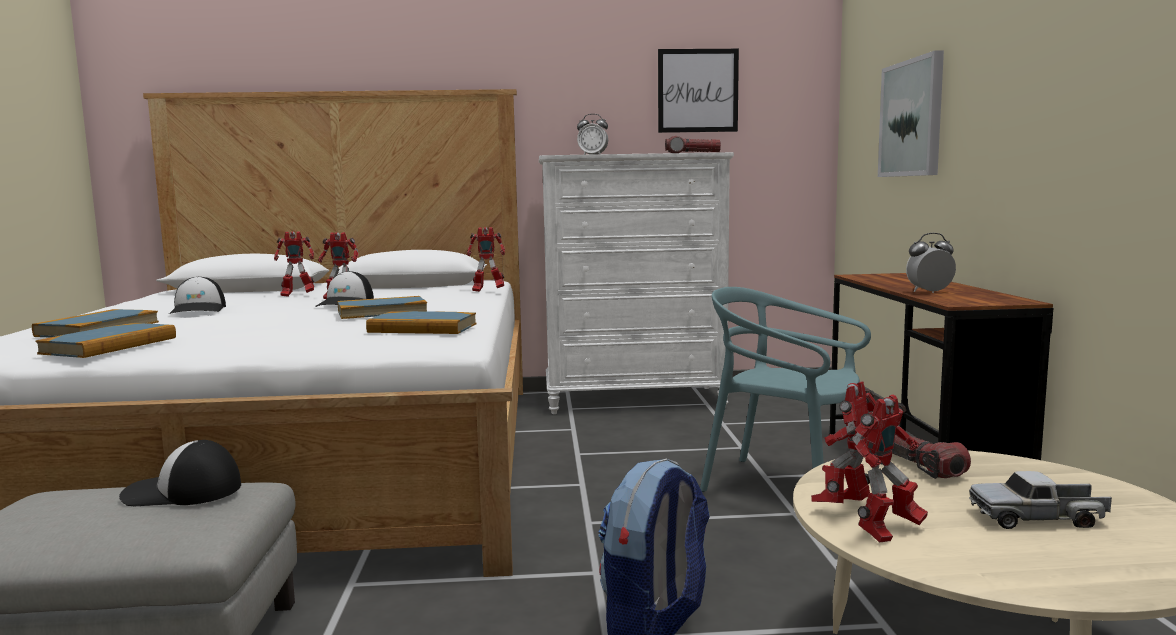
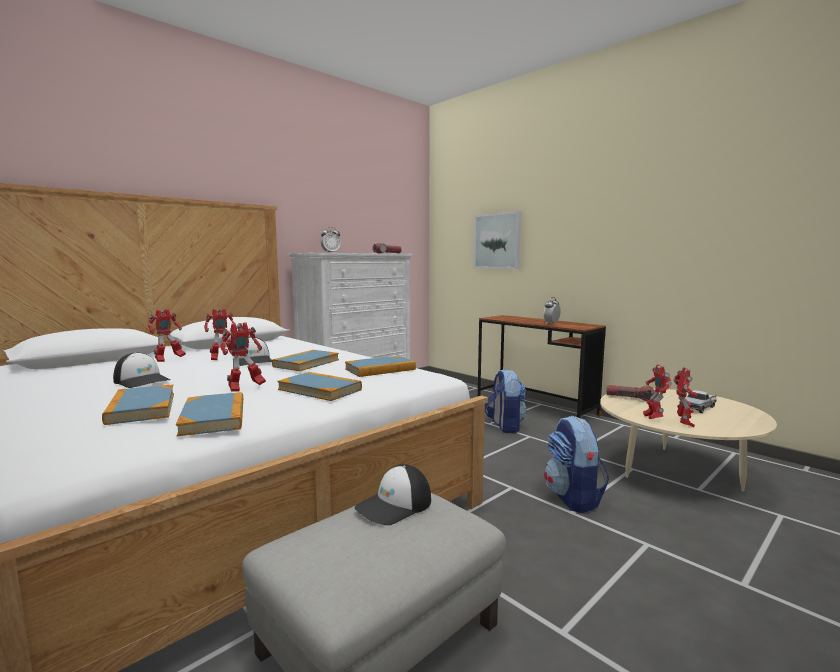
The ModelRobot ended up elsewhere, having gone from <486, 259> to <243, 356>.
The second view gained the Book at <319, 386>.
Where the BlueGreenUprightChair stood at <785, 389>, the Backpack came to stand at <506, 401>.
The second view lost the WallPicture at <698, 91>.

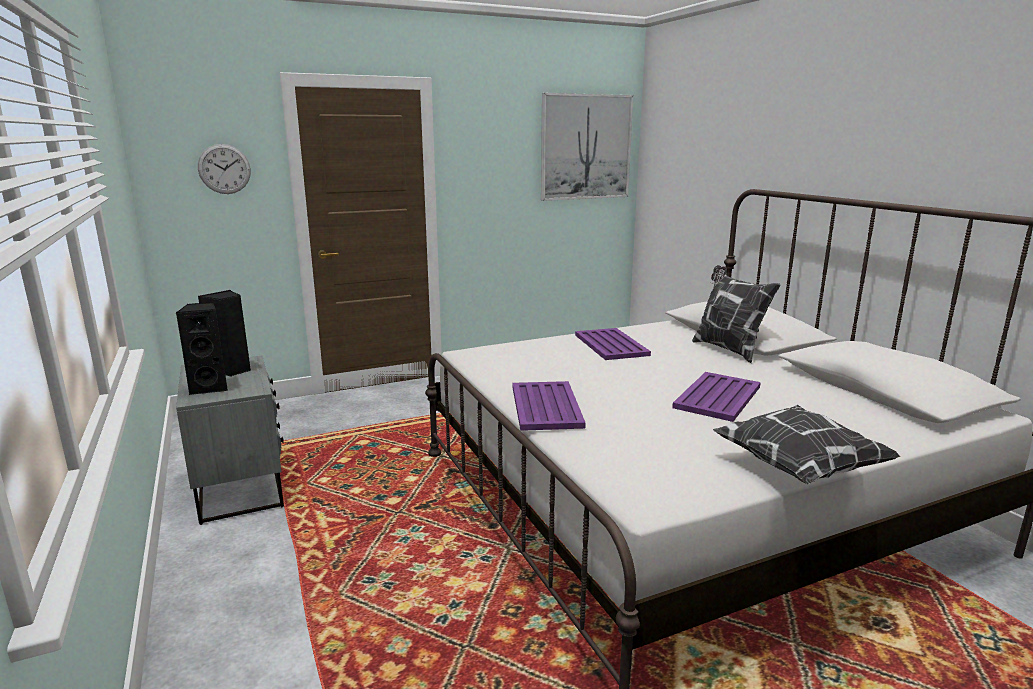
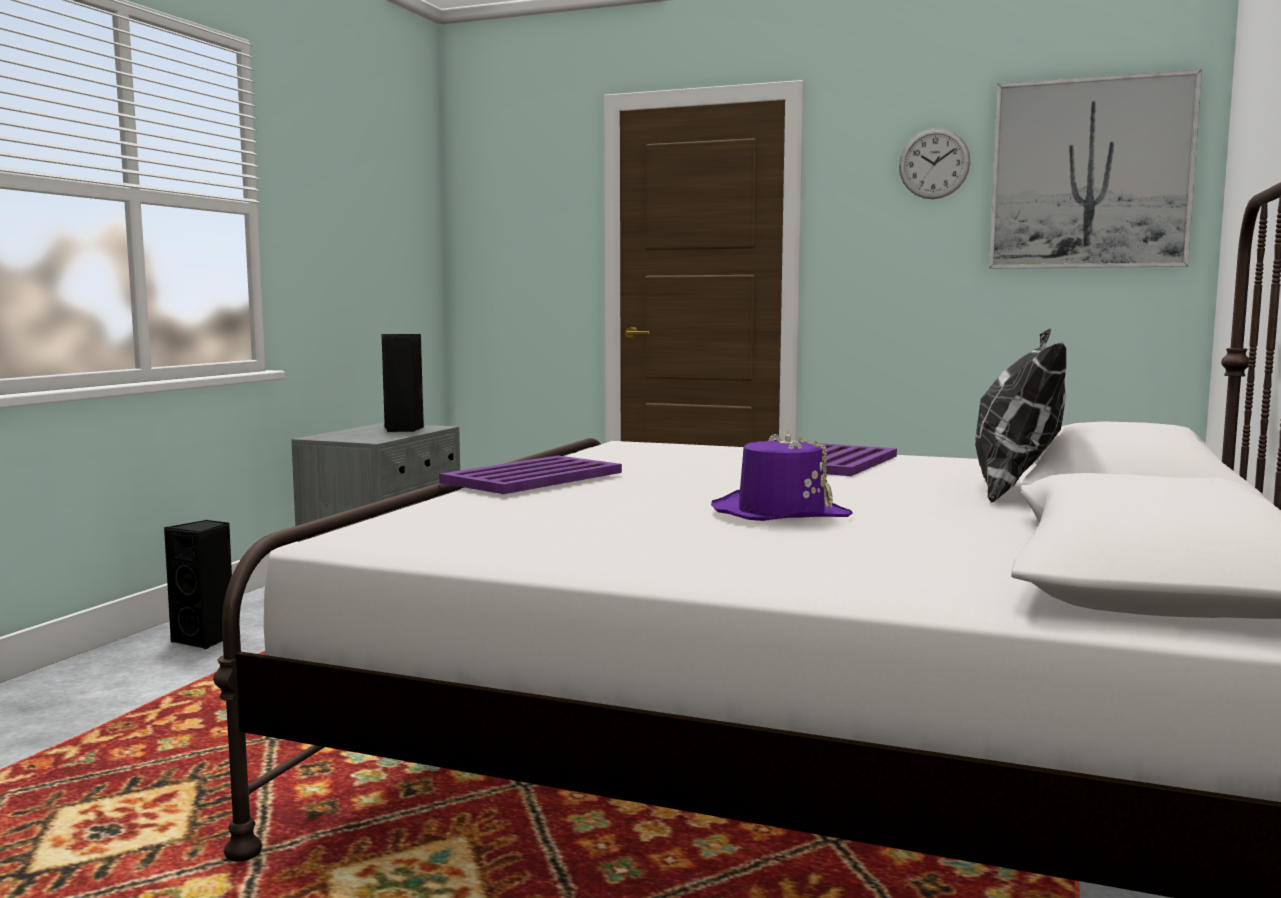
The BlackColouredLoudspeaker ended up elsewhere, having gone from <201, 348> to <198, 585>.
Where the PurplishServingTray stood at <716, 397>, the PurplishClothingHat came to stand at <782, 475>.
The HangingClock ended up elsewhere, having gone from <224, 169> to <935, 163>.
The second view lost the Pillow at <807, 444>.

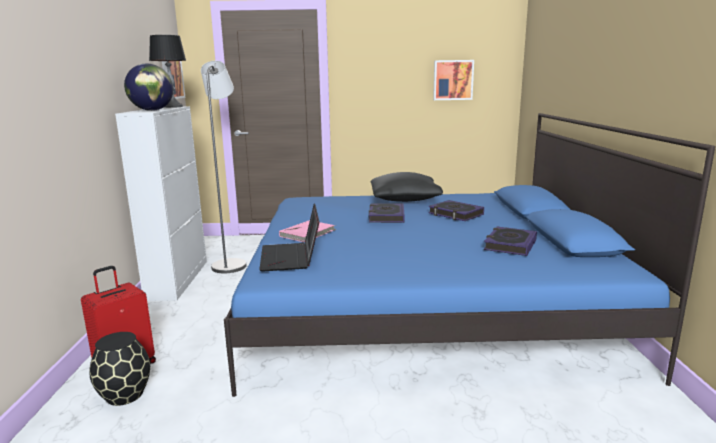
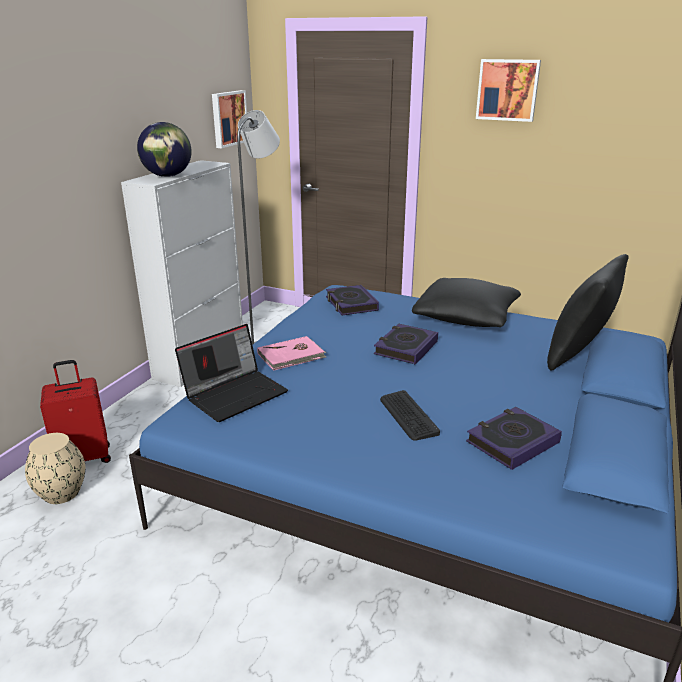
What was the BlackColouredFlowerVase at <119, 369> turned into the SandColouredFlowerVase at <55, 468>.
The PortableComputer at <289, 238> ended up facing another way, 150 degrees counterclockwise from before.
The Book ended up elsewhere, having gone from <456, 210> to <352, 300>.
The second view gained the PcKeyboard at <410, 415>.
The WallPicture ended up elsewhere, having gone from <453, 80> to <508, 90>.
The second view gained the BlackColouredPillow at <588, 312>.
The second view lost the LampForATable at <167, 71>.

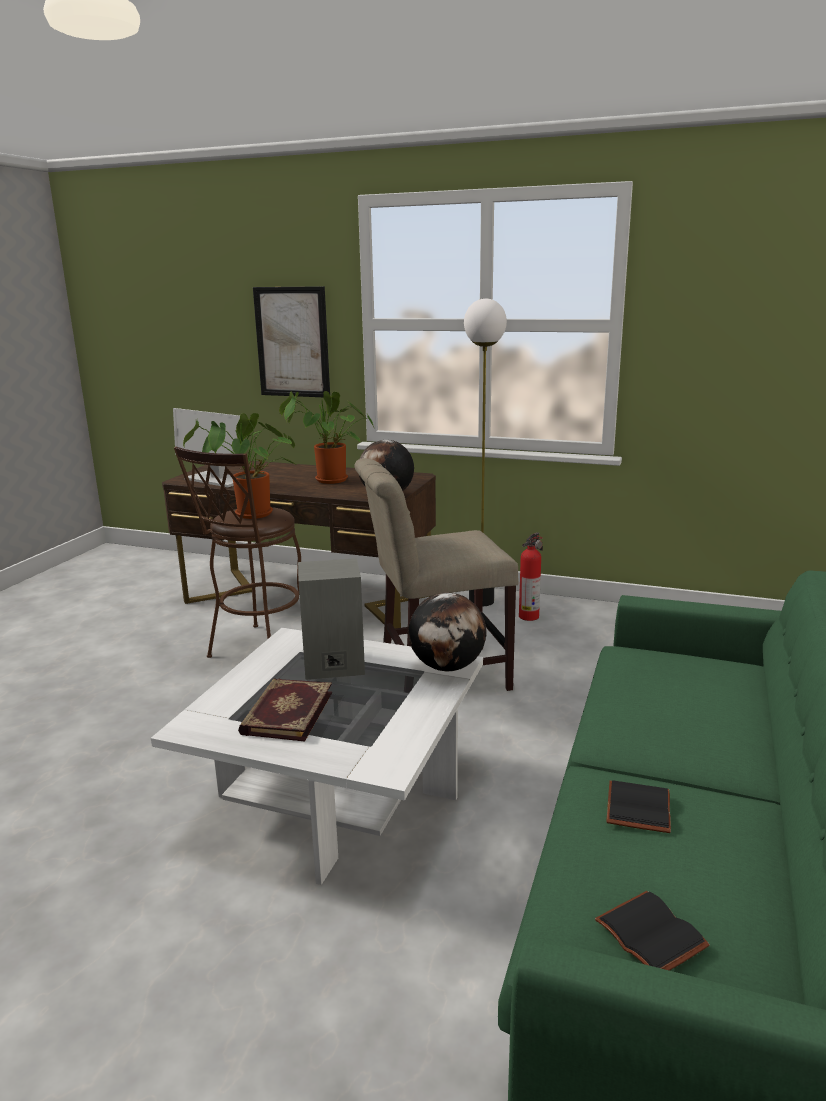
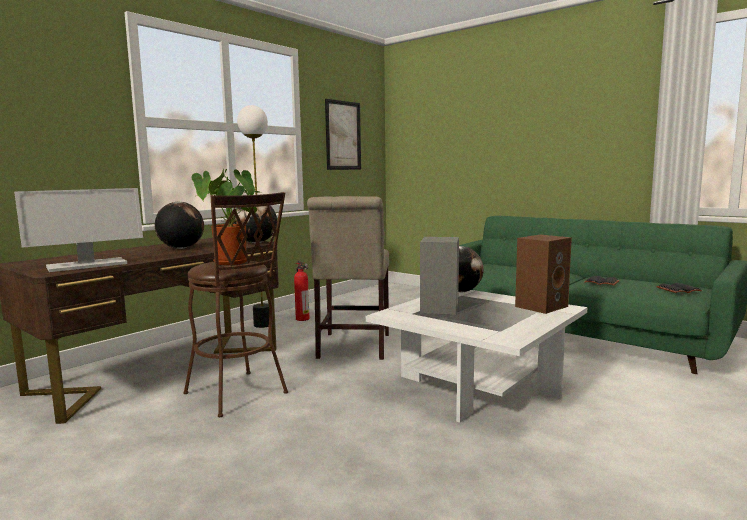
Where the PlantInAPot stood at <326, 437>, the DeskGlobe came to stand at <179, 225>.
The WallPicture ended up elsewhere, having gone from <291, 341> to <343, 134>.
The second view gained the BrownLoudspeaker at <543, 274>.
The second view lost the Book at <285, 710>.

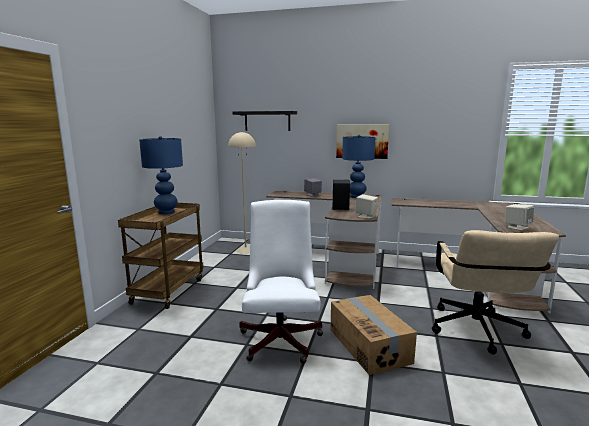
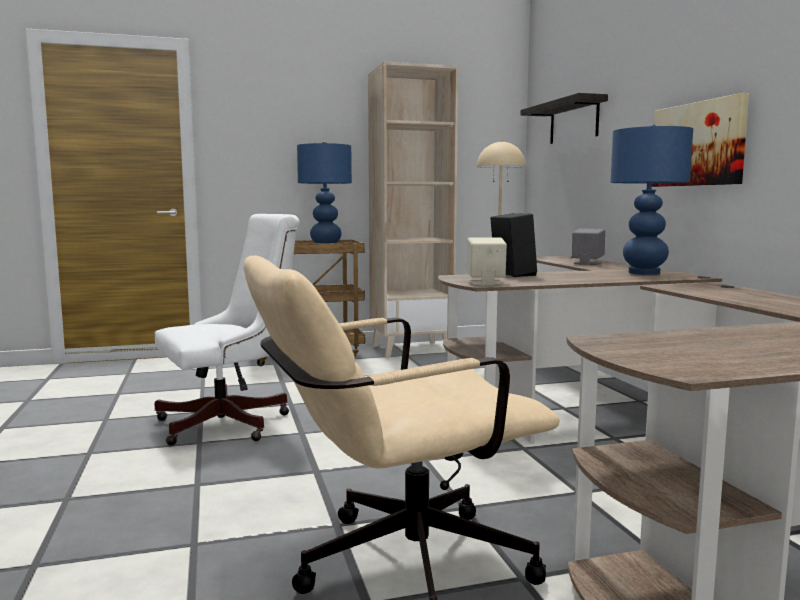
The second view gained the SandColouredShelvingUnit at <413, 210>.
The second view lost the PackingBox at <374, 335>.
The second view lost the SandColouredLoudspeaker at <519, 217>.

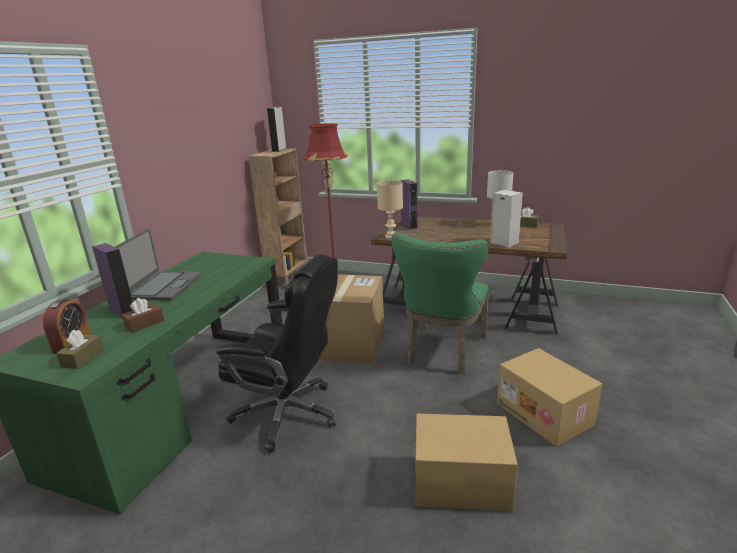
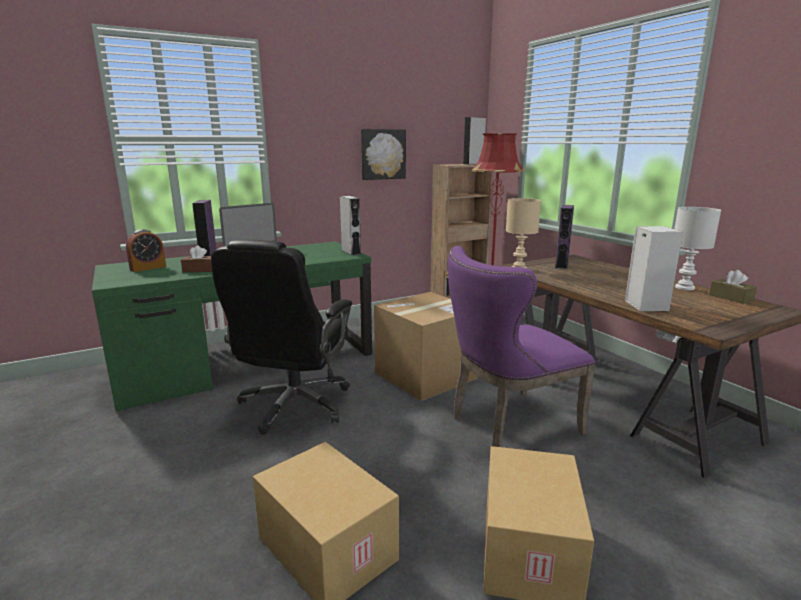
The BlackColouredComputerChair at <277, 354> ended up facing another way, 45 degrees clockwise from before.
The second view gained the GreyLoudspeaker at <350, 226>.
The second view gained the WallPicture at <383, 154>.
What was the GreenUprightChair at <440, 303> turned into the PurplishUprightChair at <522, 346>.
The second view lost the BrownBoxOfTissues at <80, 349>.

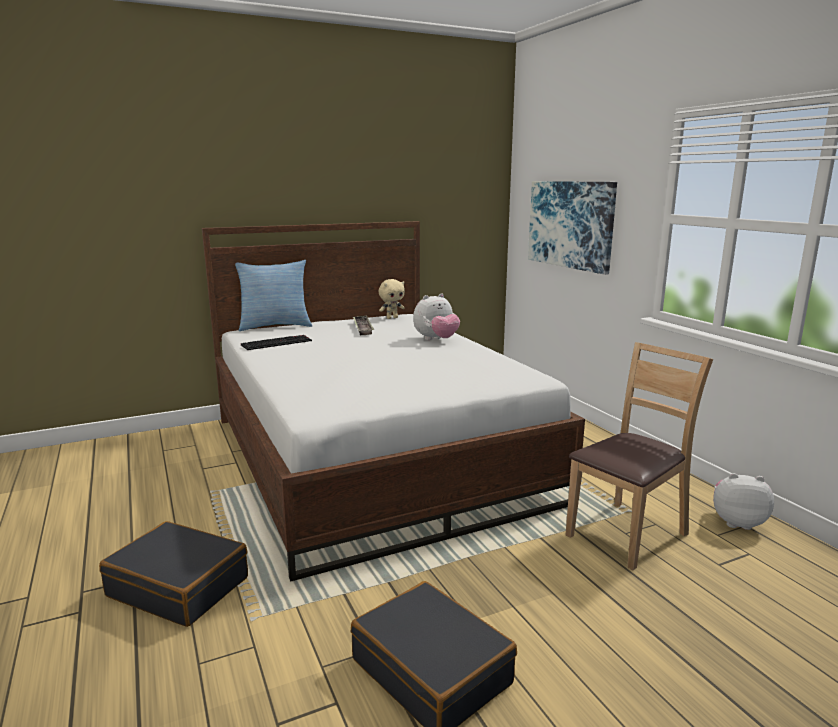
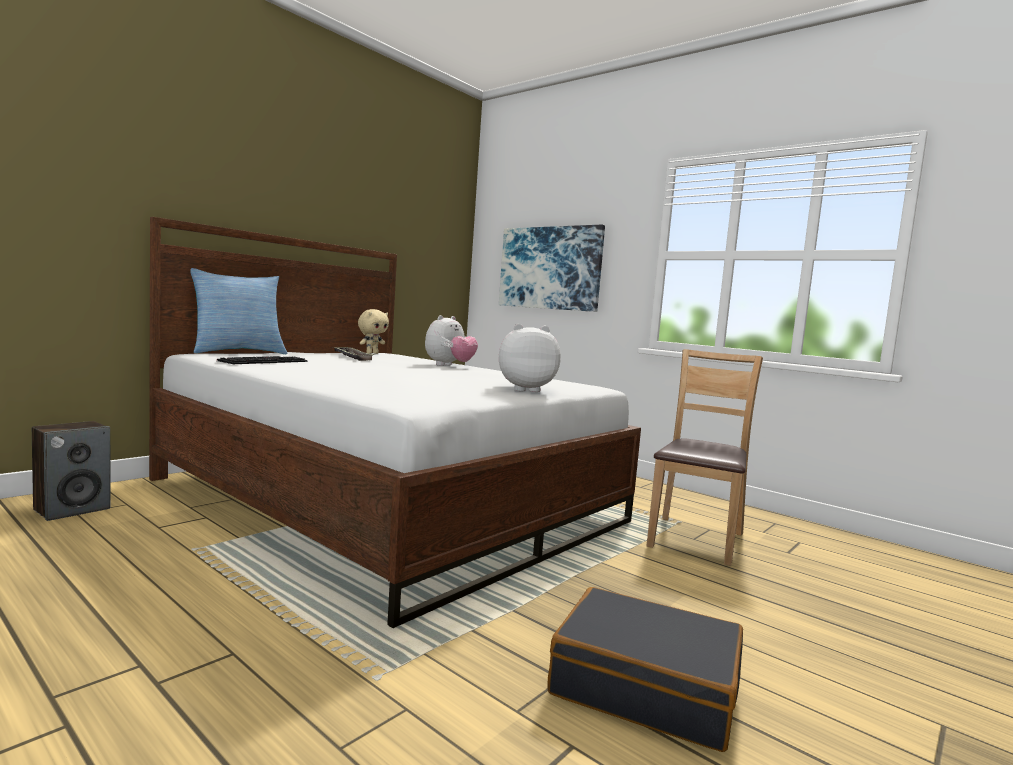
The second view gained the Loudspeaker at <71, 471>.
The SoftToy ended up elsewhere, having gone from <743, 501> to <530, 358>.
The second view lost the BlackColouredTravelCase at <173, 574>.

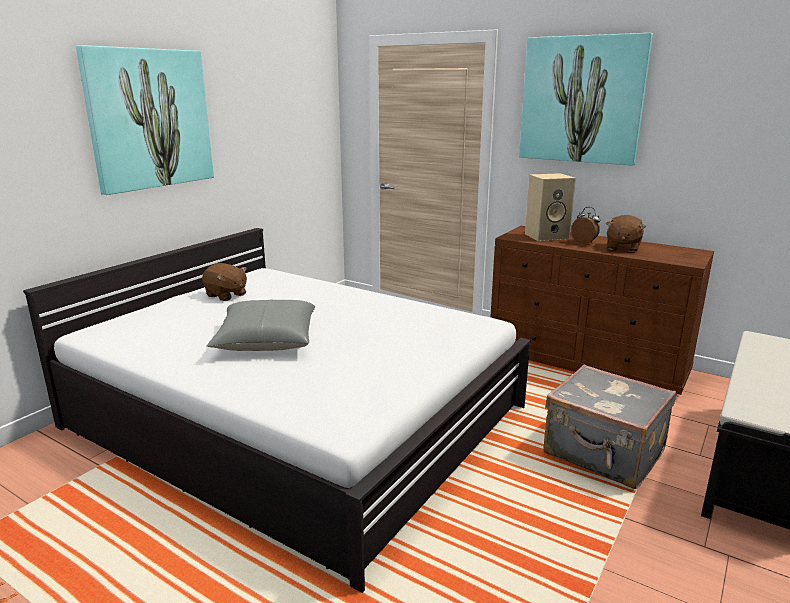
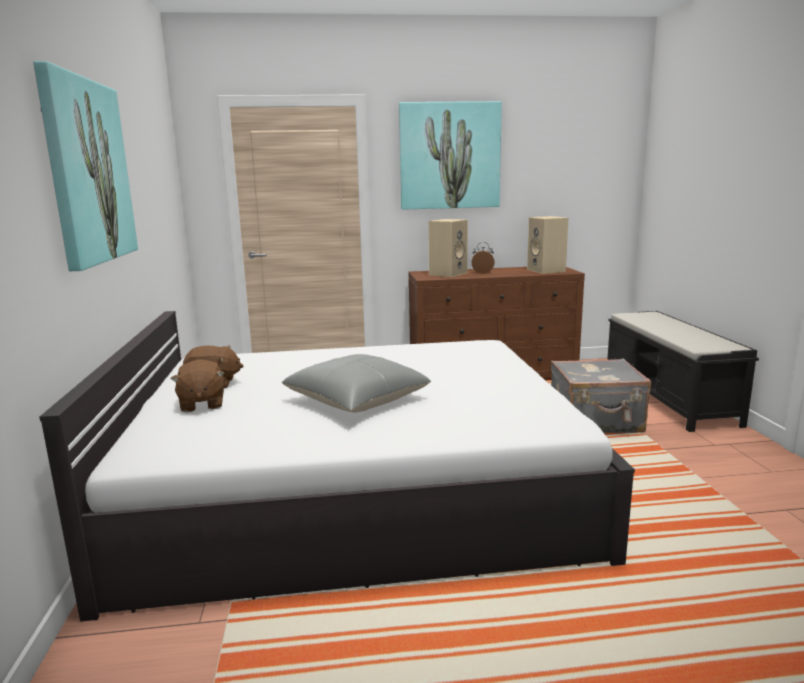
The BrownSoftToy ended up elsewhere, having gone from <626, 233> to <198, 385>.
The second view gained the SandColouredLoudspeaker at <547, 245>.

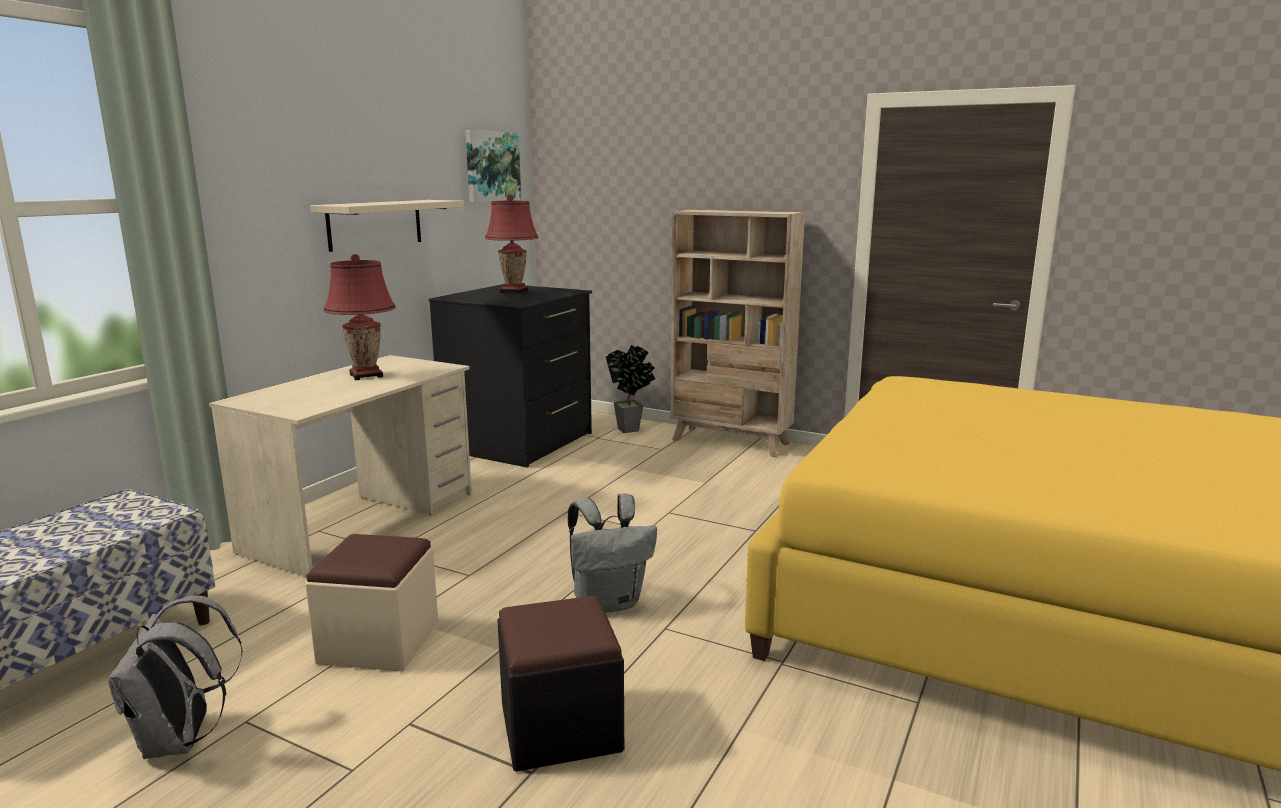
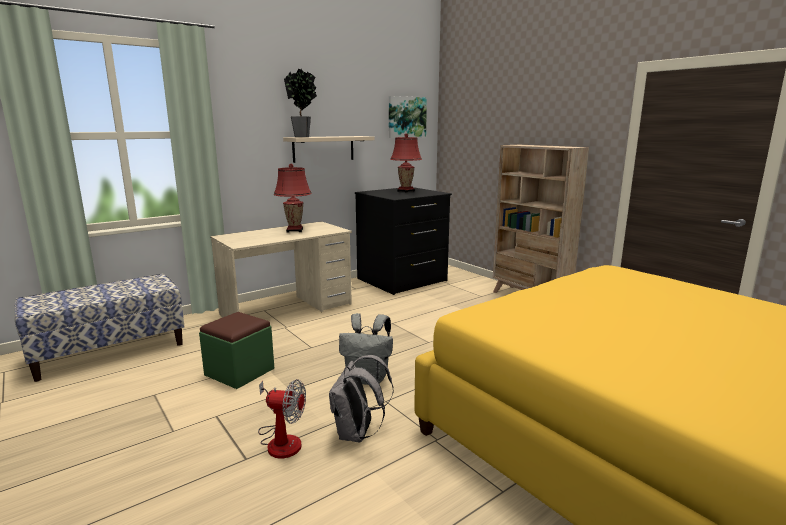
What was the SandColouredOttoman at <371, 603> turned into the GreenOttoman at <236, 350>.
Where the BlackColouredOttoman stood at <560, 684>, the CoolingFan came to stand at <282, 418>.
The PlantInAPot ended up elsewhere, having gone from <630, 389> to <300, 103>.
The GreyBackpack ended up elsewhere, having gone from <175, 677> to <361, 398>.

